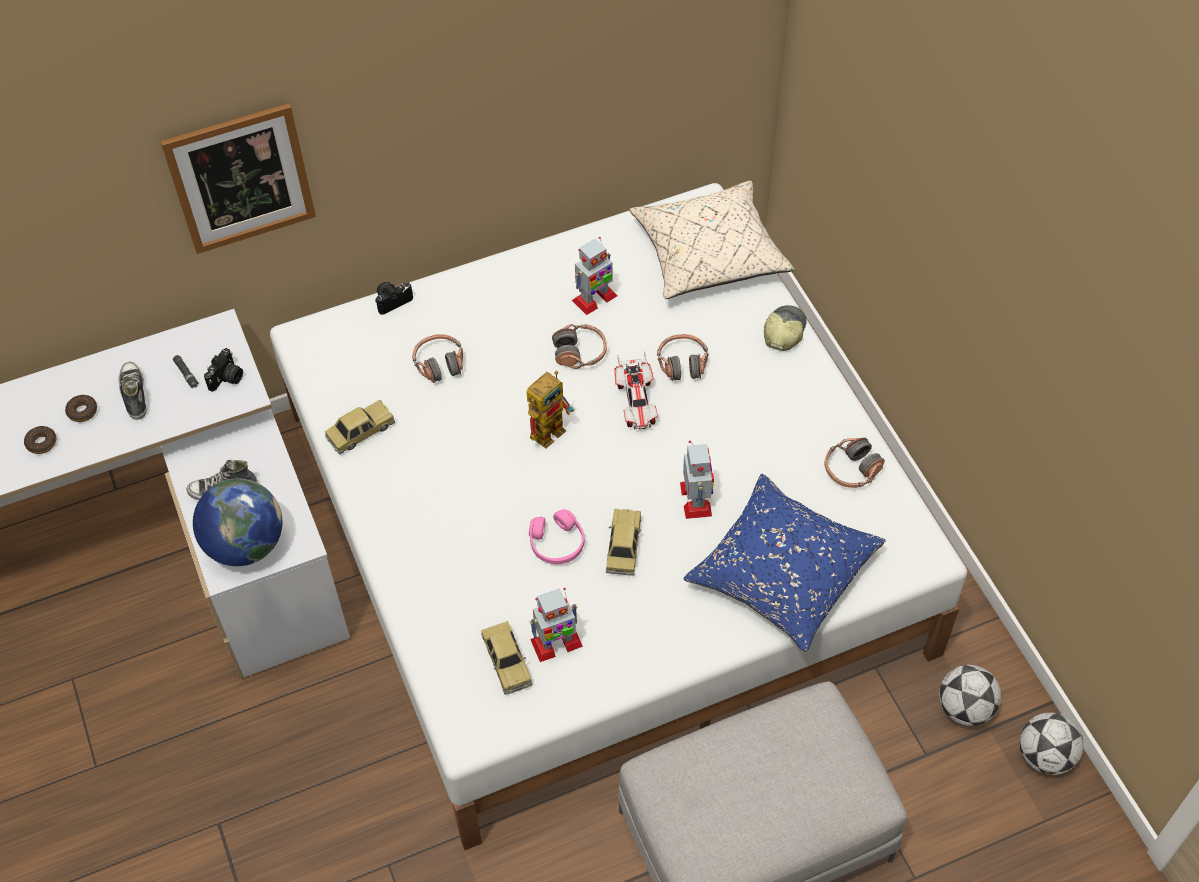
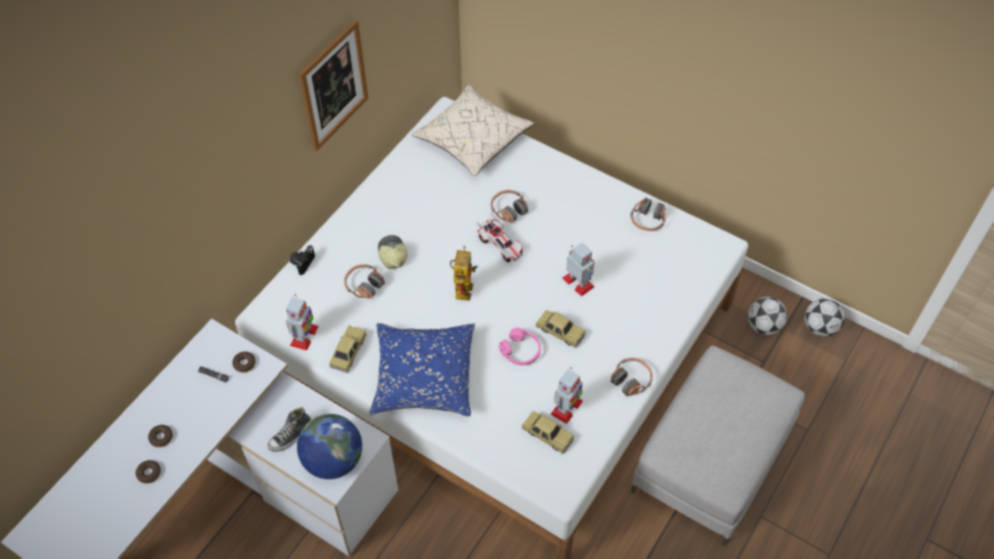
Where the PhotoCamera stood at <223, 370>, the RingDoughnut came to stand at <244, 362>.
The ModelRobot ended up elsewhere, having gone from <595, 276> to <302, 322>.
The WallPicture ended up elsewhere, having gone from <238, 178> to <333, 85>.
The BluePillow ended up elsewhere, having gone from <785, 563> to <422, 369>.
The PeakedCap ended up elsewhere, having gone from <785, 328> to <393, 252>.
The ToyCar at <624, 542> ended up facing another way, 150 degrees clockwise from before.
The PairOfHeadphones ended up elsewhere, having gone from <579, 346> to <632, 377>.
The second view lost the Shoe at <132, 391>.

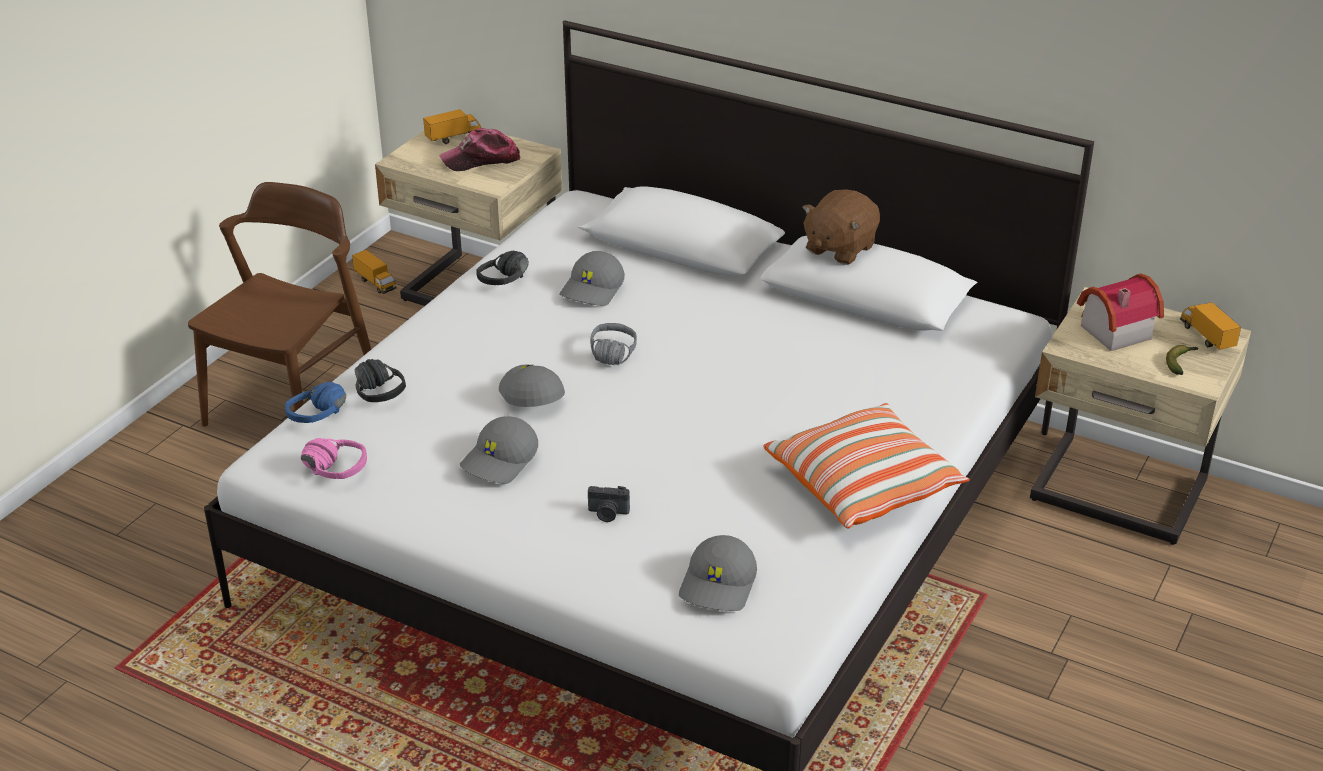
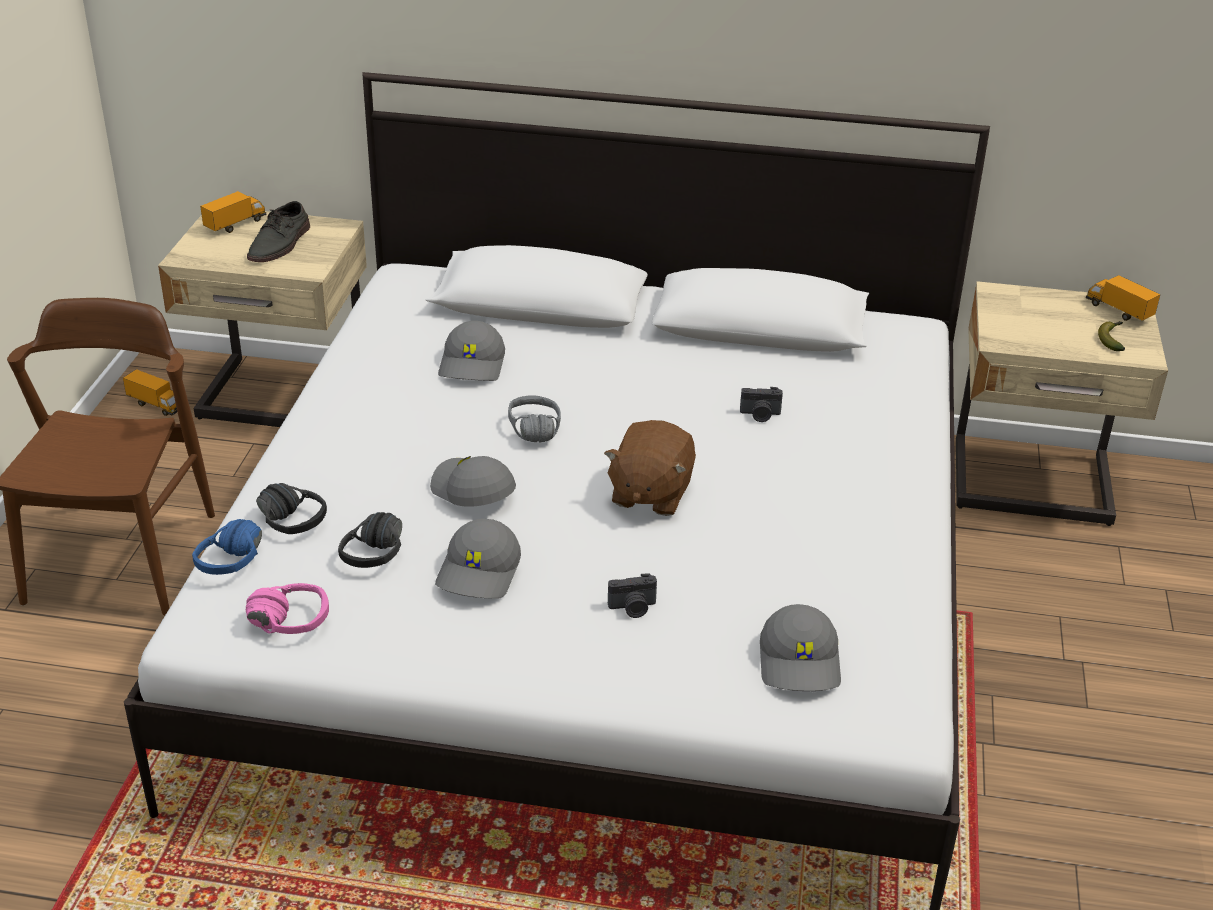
Where the PeakedCap stood at <479, 149>, the GreyShoe came to stand at <278, 231>.
The BlackColouredPairOfHeadphones ended up elsewhere, having gone from <502, 268> to <370, 540>.
The BrownSoftToy ended up elsewhere, having gone from <841, 227> to <650, 468>.
The second view gained the PhotoCamera at <761, 404>.
The second view lost the Pillow at <866, 466>.
The second view lost the MiniatureHouse at <1120, 312>.

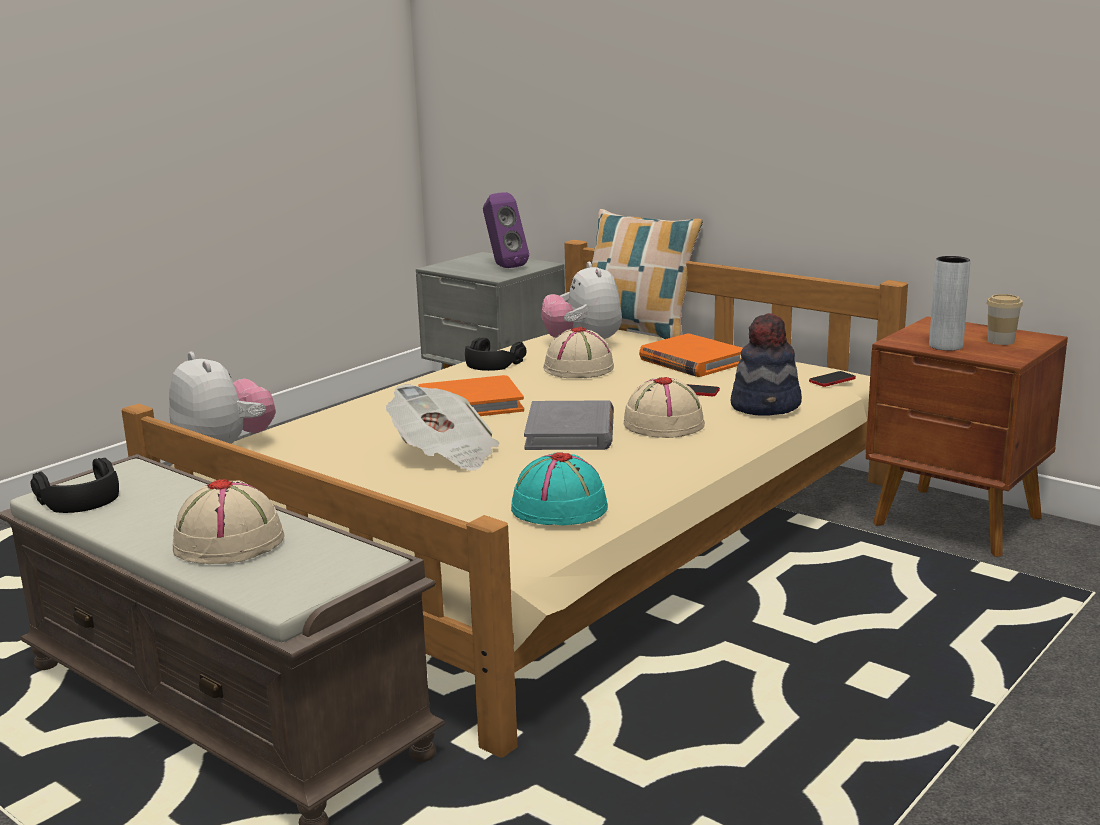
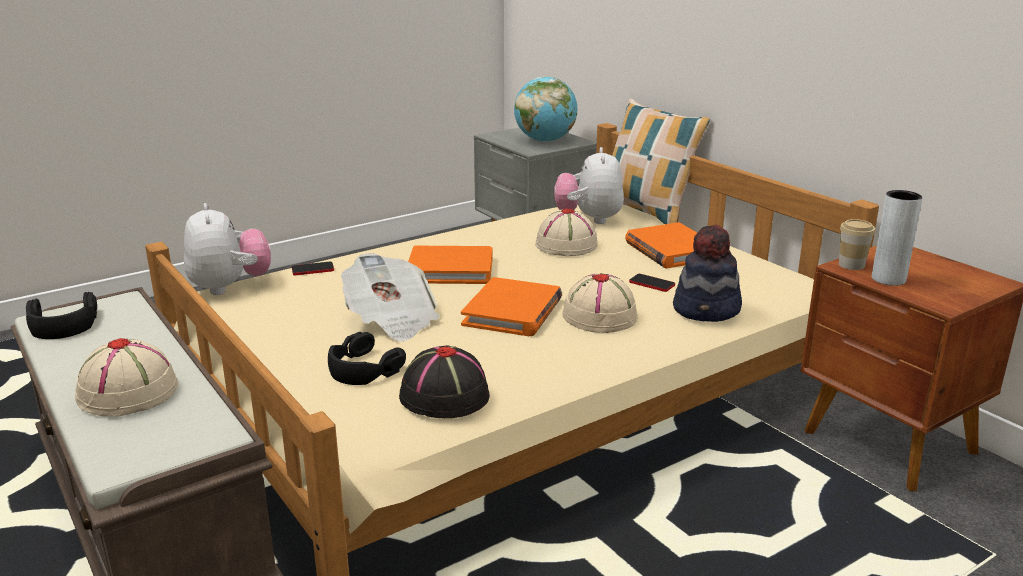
The Telephone ended up elsewhere, having gone from <832, 379> to <313, 268>.
The BlackColouredPairOfHeadphones ended up elsewhere, having gone from <496, 354> to <367, 358>.
What was the BlueGreenClothingHat at <559, 488> turned into the BlackColouredClothingHat at <444, 381>.
What was the GreyBook at <569, 425> turned into the OrangeColouredBook at <511, 306>.
Where the PurplishLoudspeaker stood at <506, 230>, the DeskGlobe came to stand at <545, 109>.
The SmallCup ended up elsewhere, having gone from <1004, 319> to <857, 244>.

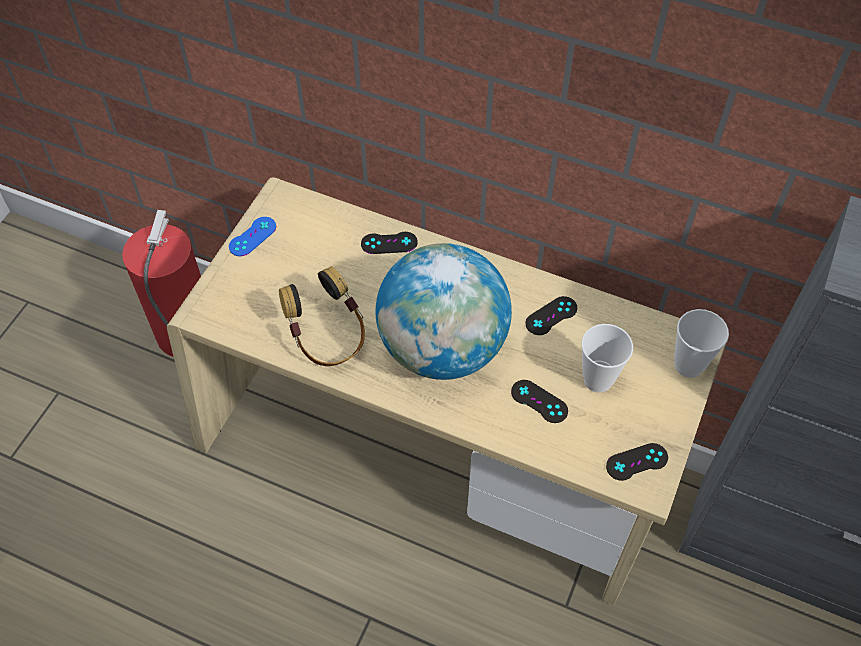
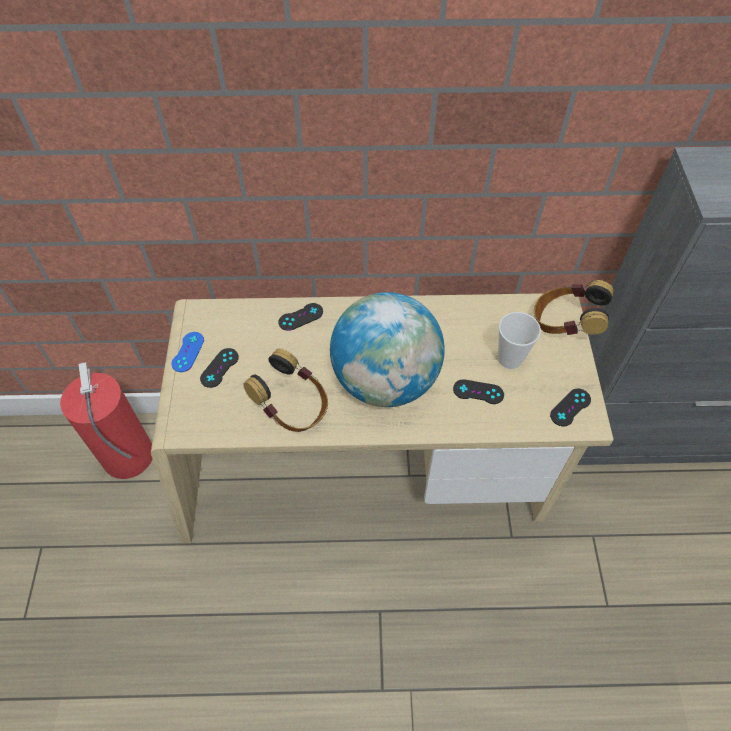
The BlackColouredJoypad ended up elsewhere, having gone from <551, 315> to <219, 368>.
Where the SmallCup stood at <701, 343>, the PairOfHeadphones came to stand at <574, 307>.

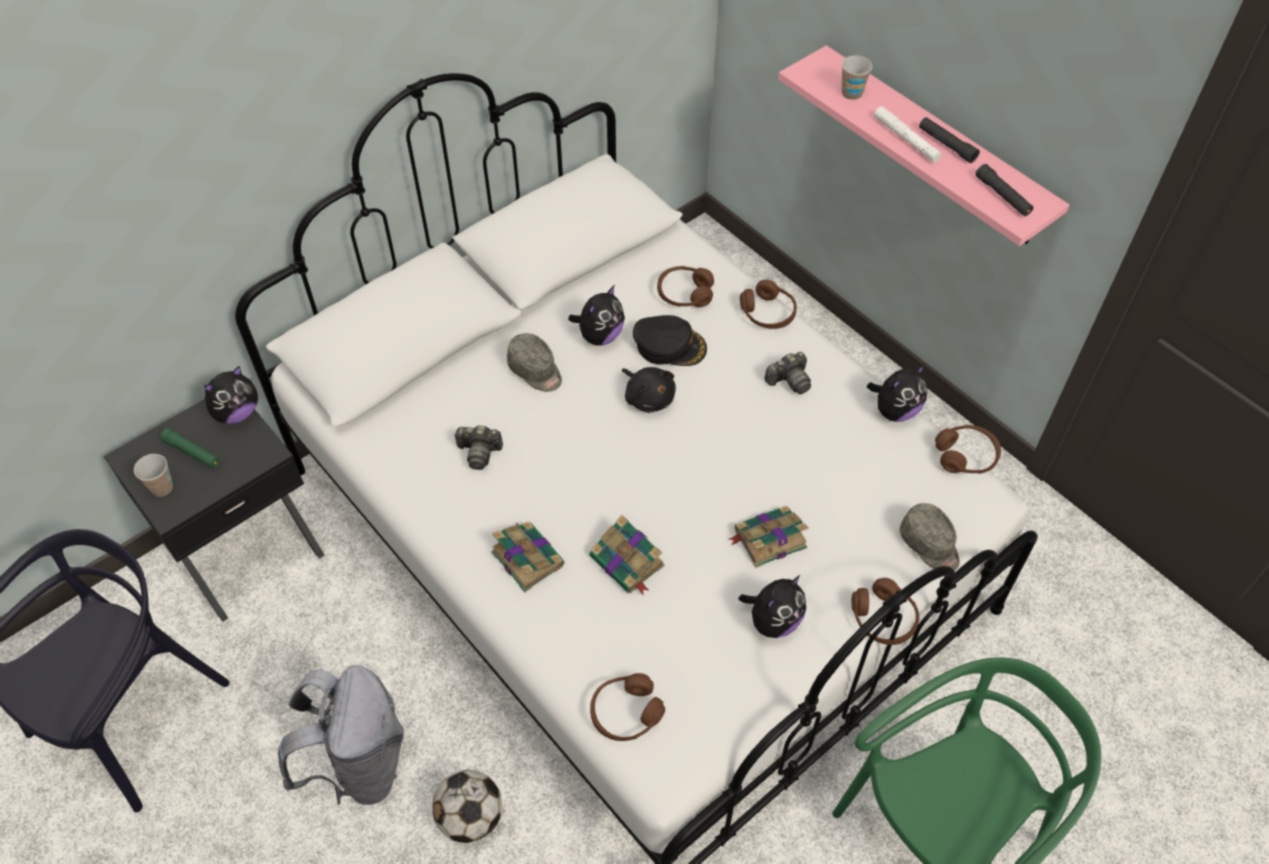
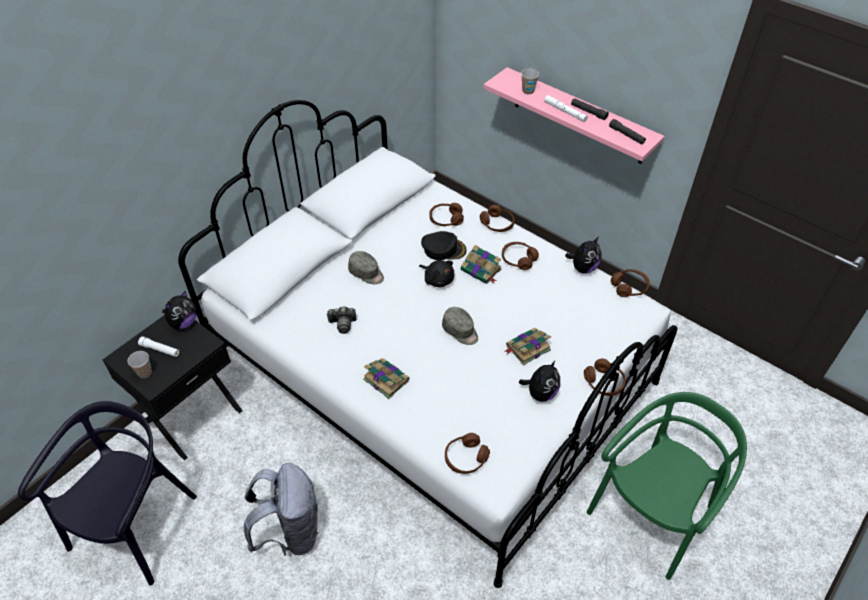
What was the GreenFlashlight at <190, 448> turned into the WhiteColouredFlashlight at <158, 346>.
The GreyPeakedCap ended up elsewhere, having gone from <930, 537> to <460, 326>.
The Book ended up elsewhere, having gone from <627, 555> to <481, 264>.
Where the PhotoCamera stood at <787, 373>, the BrownPairOfHeadphones came to stand at <520, 256>.
The second view lost the BallForFootball at <467, 806>.
The second view lost the SoftToy at <596, 315>.

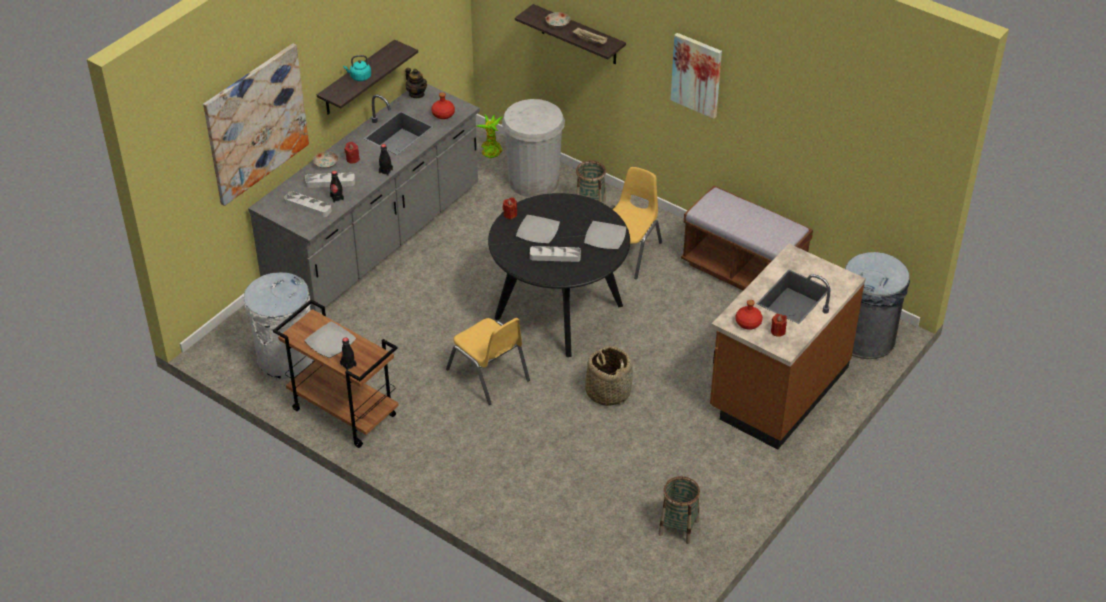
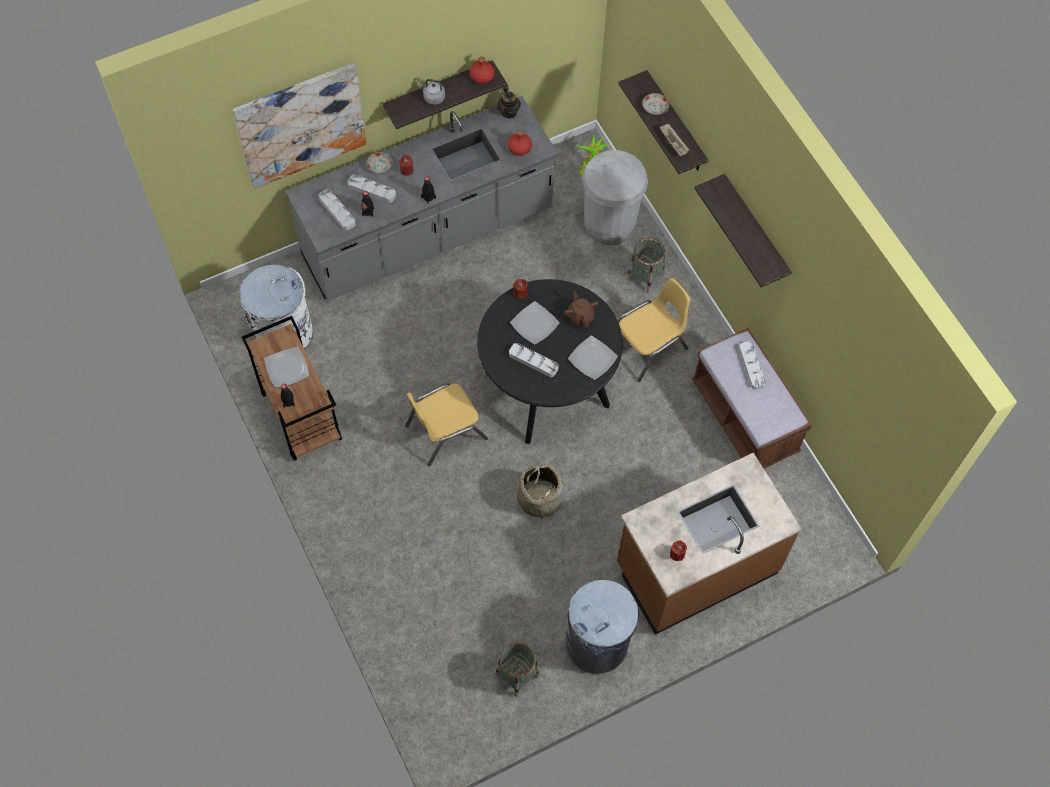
The YellowColouredUprightChair at <488, 361> ended up facing another way, 75 degrees clockwise from before.
What was the BlueGreenWaterKettle at <357, 68> turned into the GreyWaterKettle at <431, 92>.
The ReddishDrinkBottle ended up elsewhere, having gone from <749, 315> to <481, 70>.
The second view gained the BrownTeapot at <581, 309>.
The GreyRubbishBin ended up elsewhere, having gone from <877, 305> to <602, 627>.
Where the WallPicture hung at <696, 76>, the BracketShelf came to hang at <743, 230>.
The second view gained the GreyServingTray at <752, 366>.

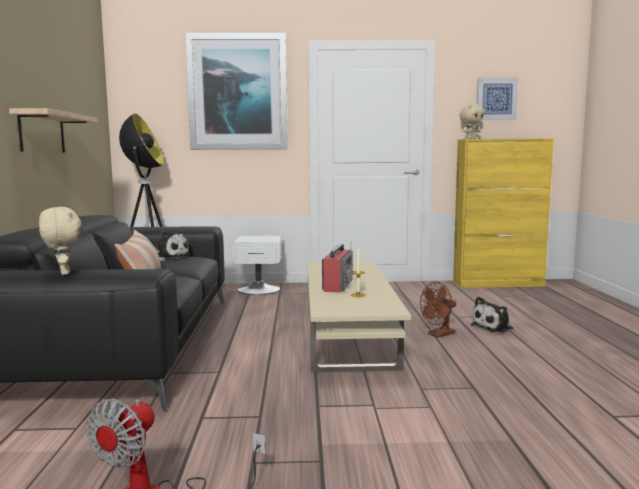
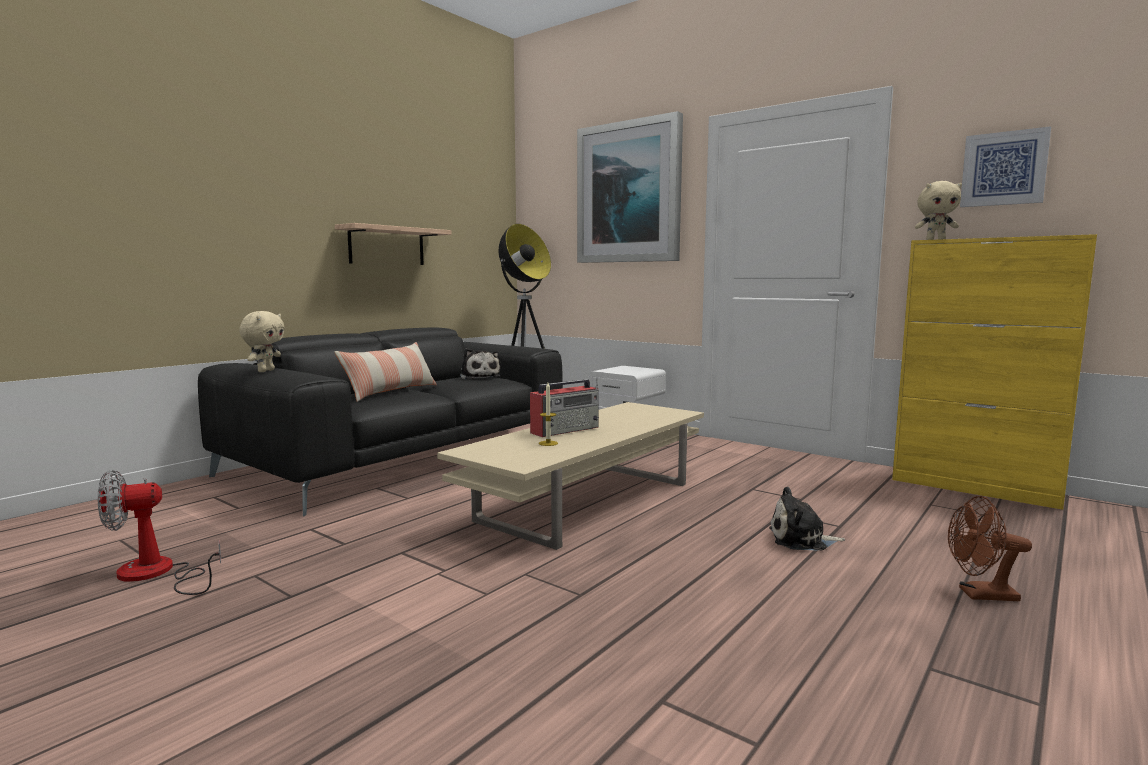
The BrownCoolingFan ended up elsewhere, having gone from <438, 310> to <990, 548>.

